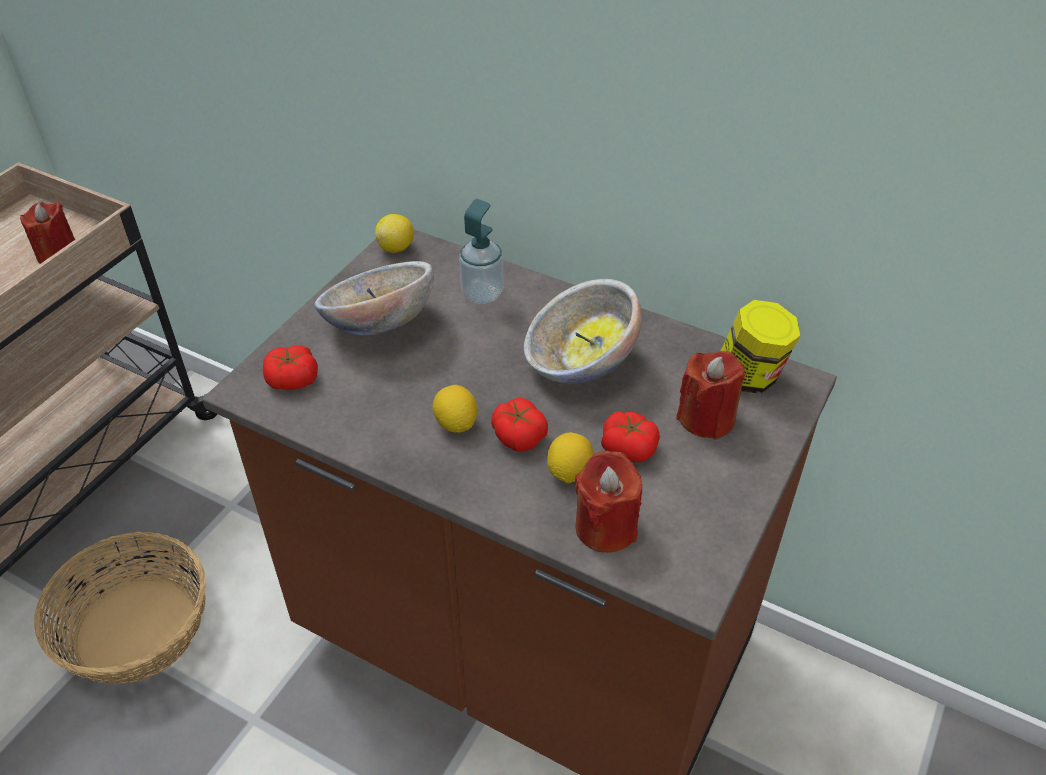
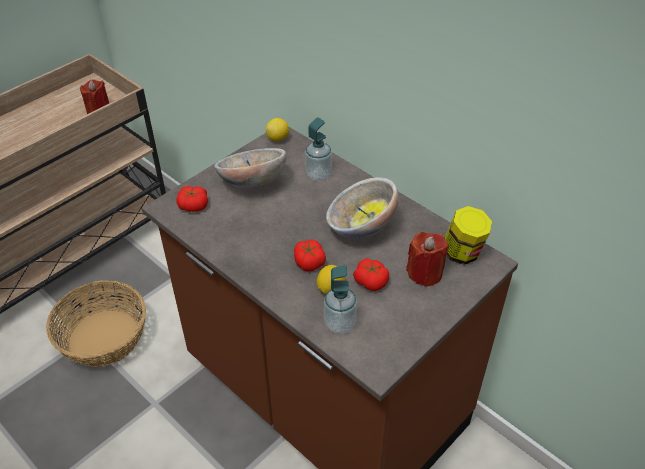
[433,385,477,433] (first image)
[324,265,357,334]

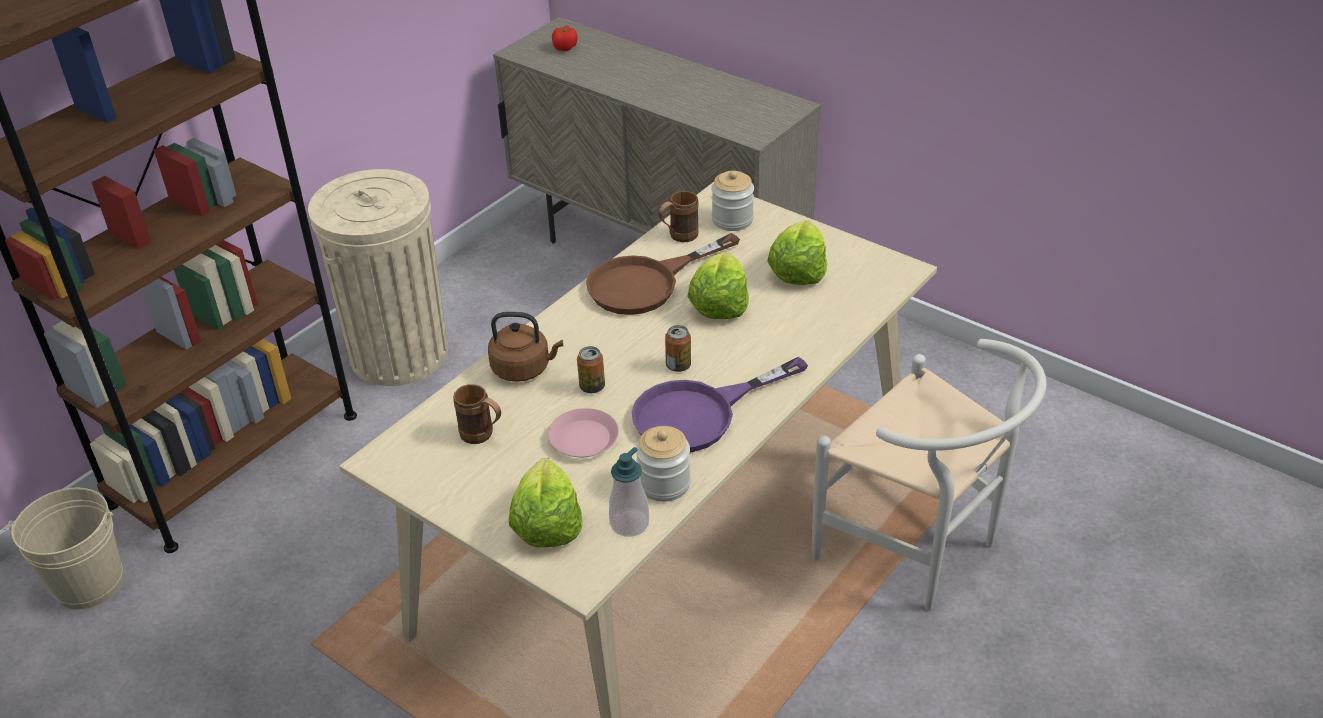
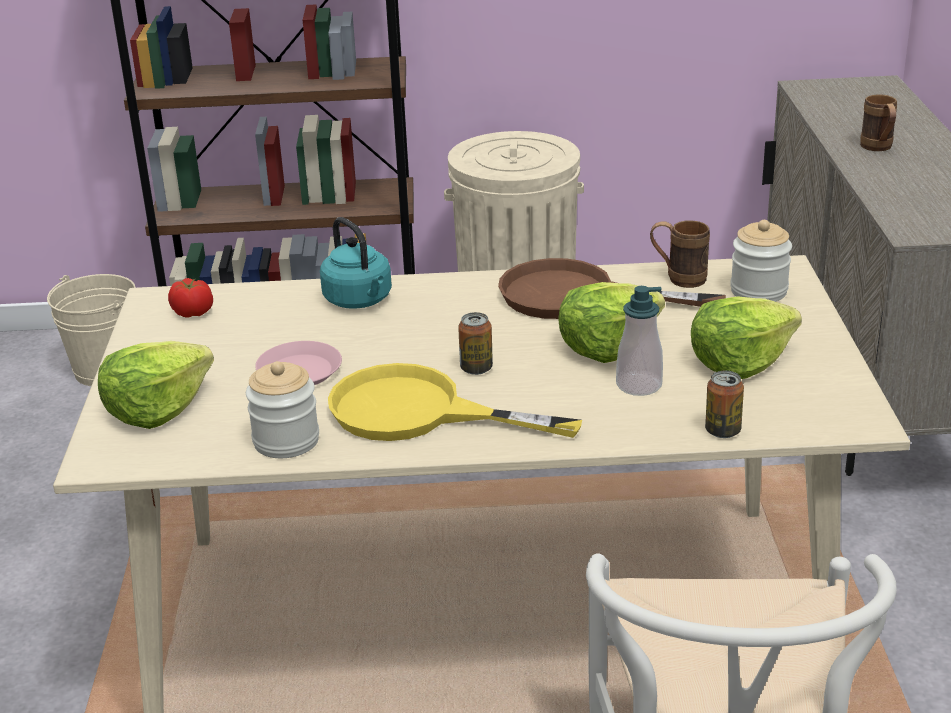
[168,278,213,318]
[320,217,392,309]
[705,371,744,438]
[328,363,582,441]
[860,95,897,151]
[616,286,663,396]

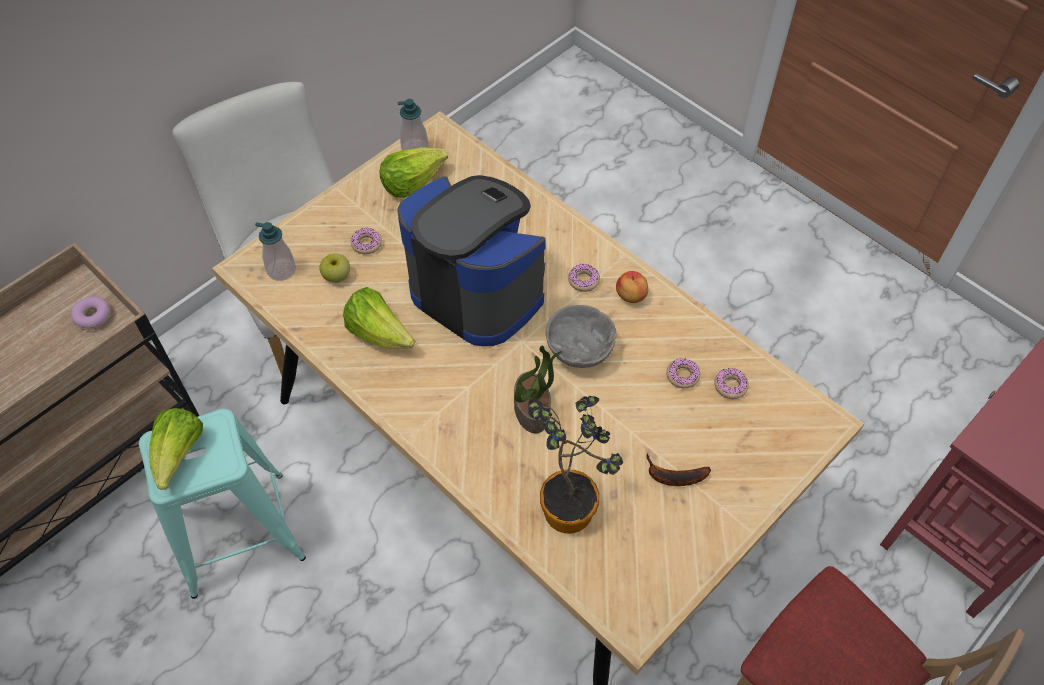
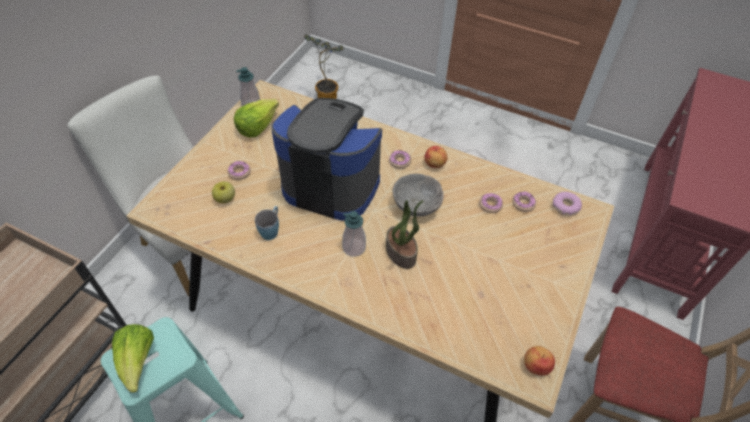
[342,211,366,257]
[255,206,279,240]
[553,192,582,216]
[304,35,344,99]
[646,453,711,486] (first image)
[524,346,555,376]

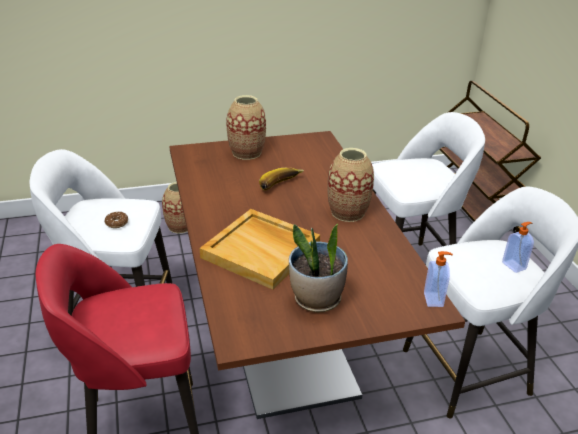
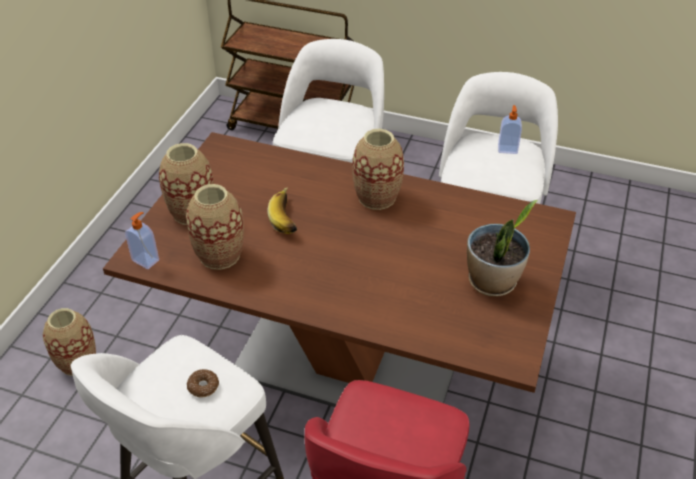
[200,209,320,290] (first image)
[125,212,159,269]
[186,184,244,270]

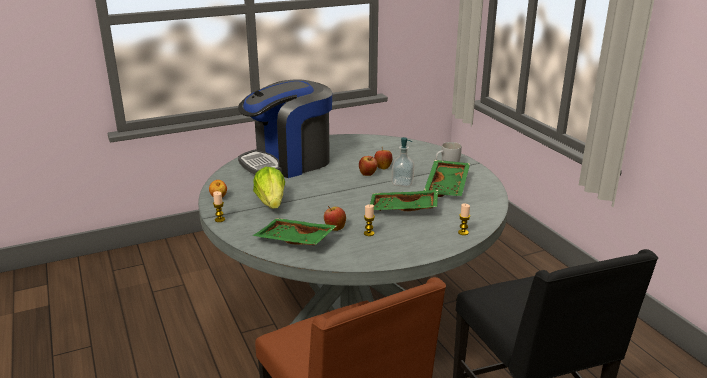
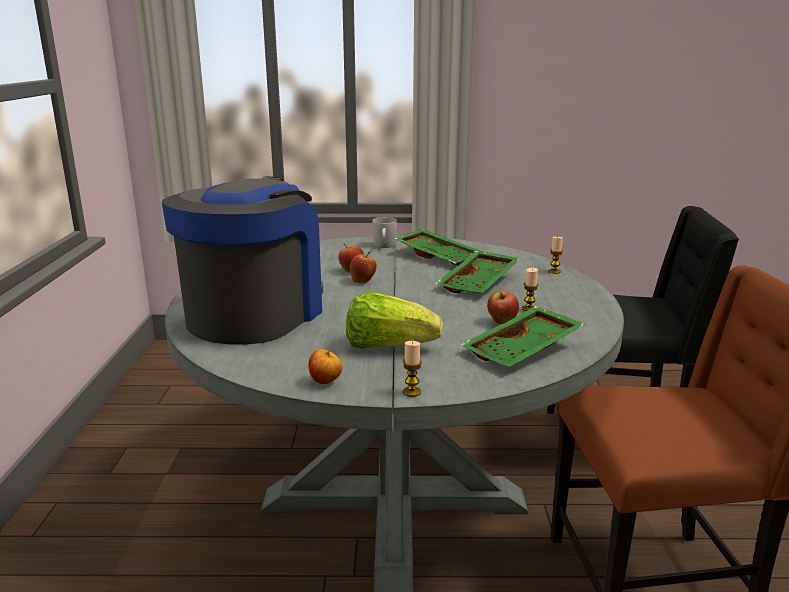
[162,176,323,345]
[392,137,414,187] (first image)

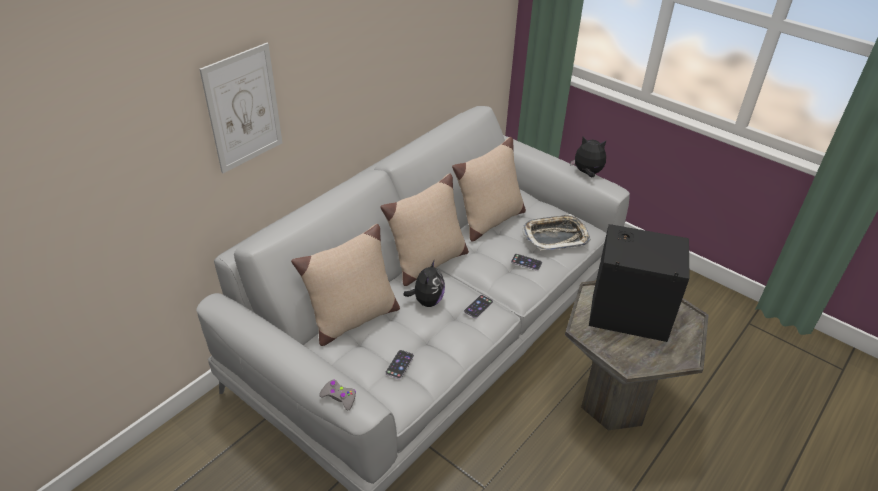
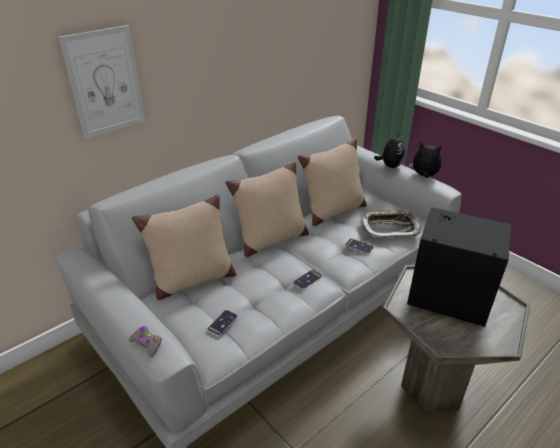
[374,132,406,168]

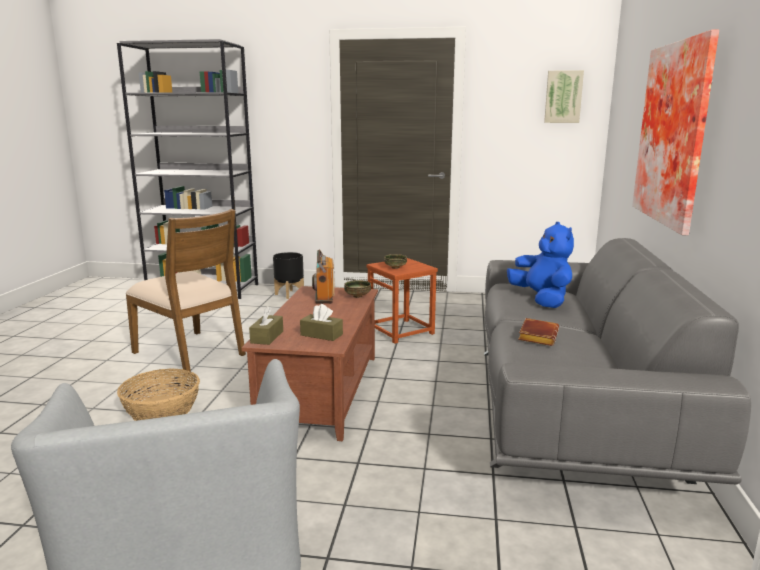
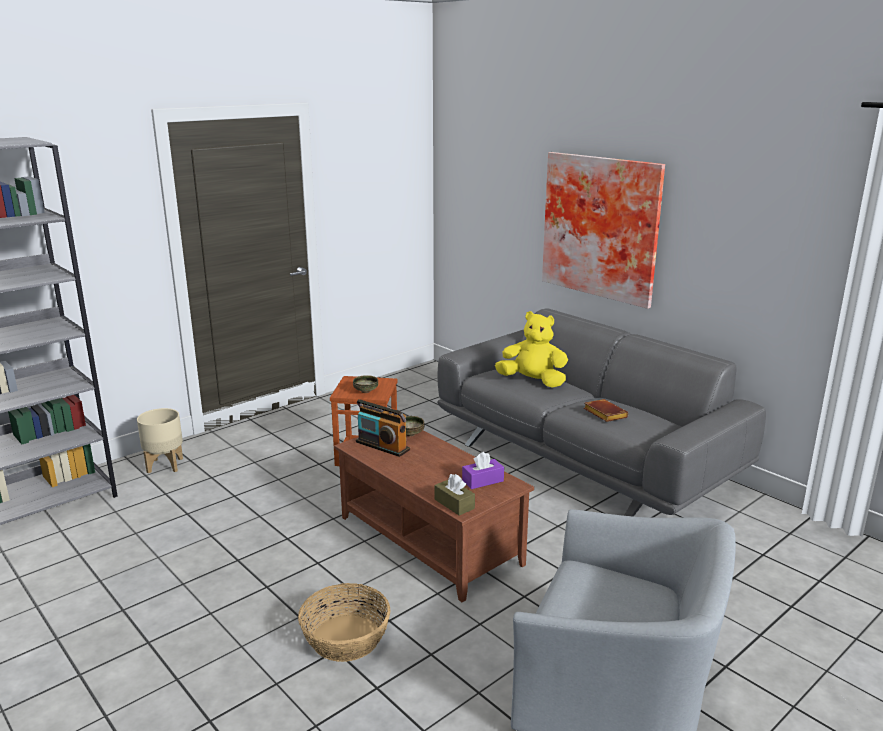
[544,70,584,123] (first image)
[125,209,246,375] (first image)
[495,311,568,388]
[137,408,183,473]
[462,452,504,489]

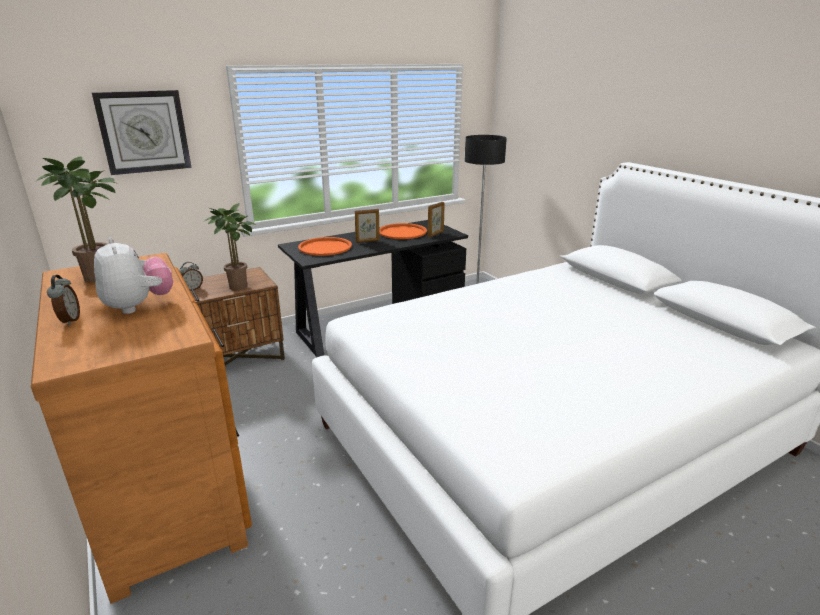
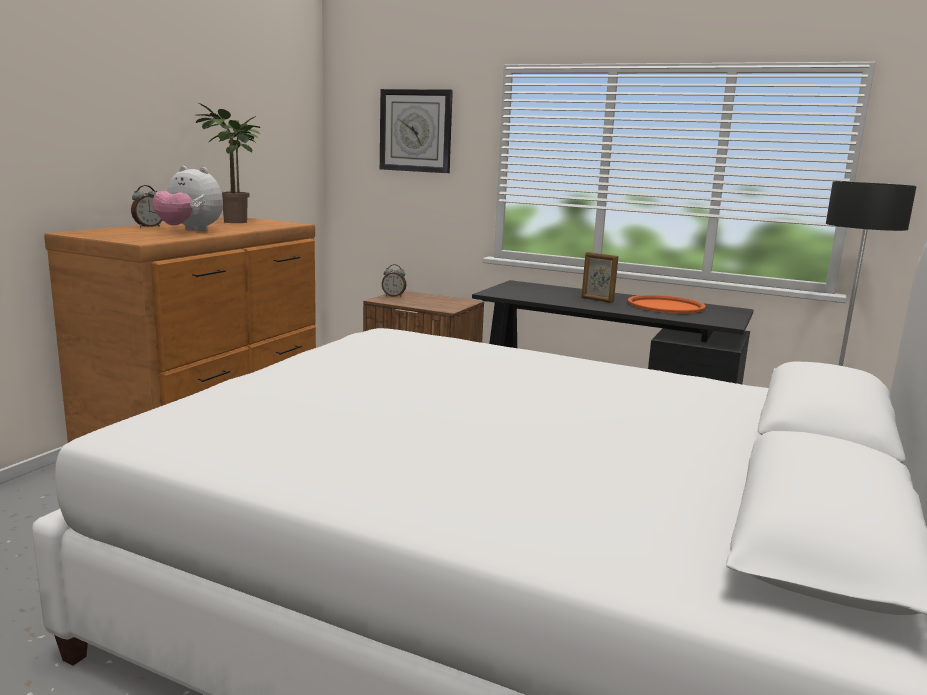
[428,202,445,237] (first image)
[205,203,256,290] (first image)
[152,166,223,232]
[298,237,352,256] (first image)

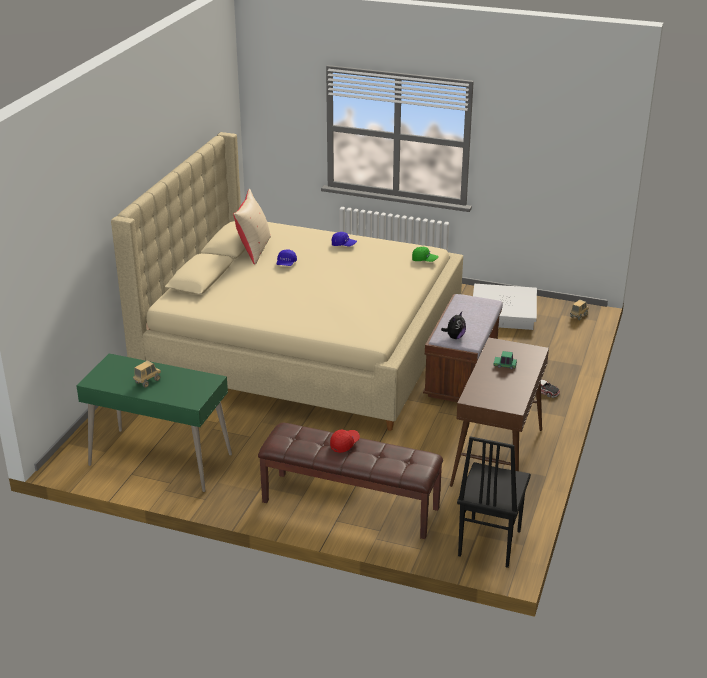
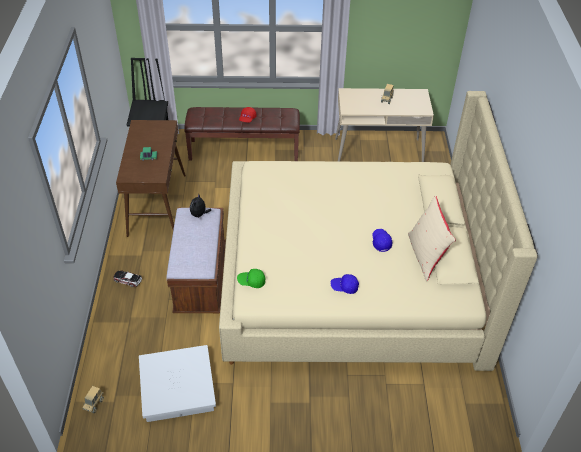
[335,88,434,162]

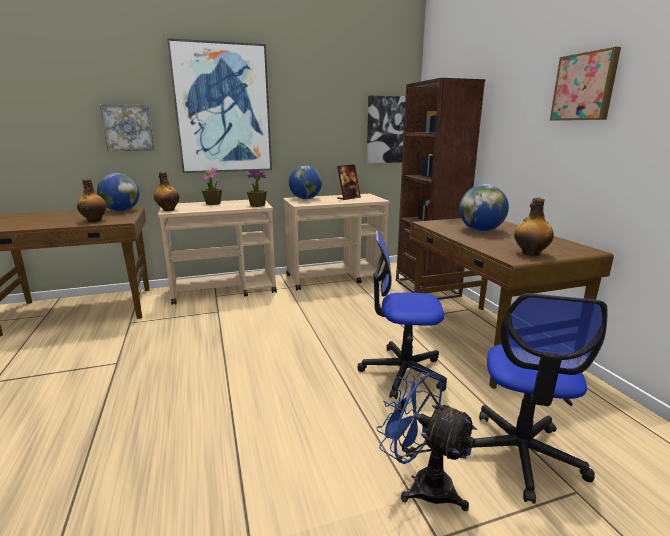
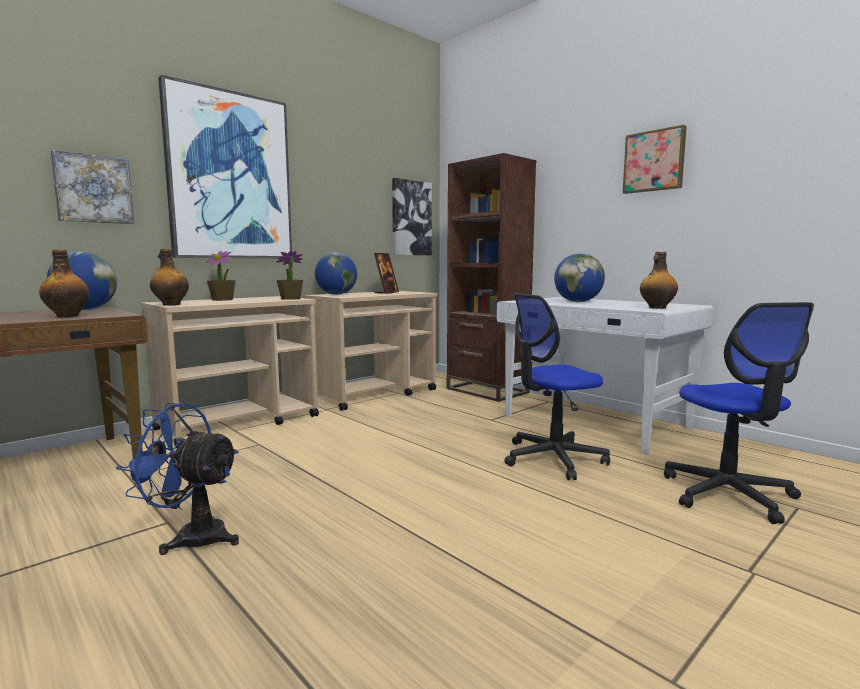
[497,297,713,455]
[116,403,239,555]

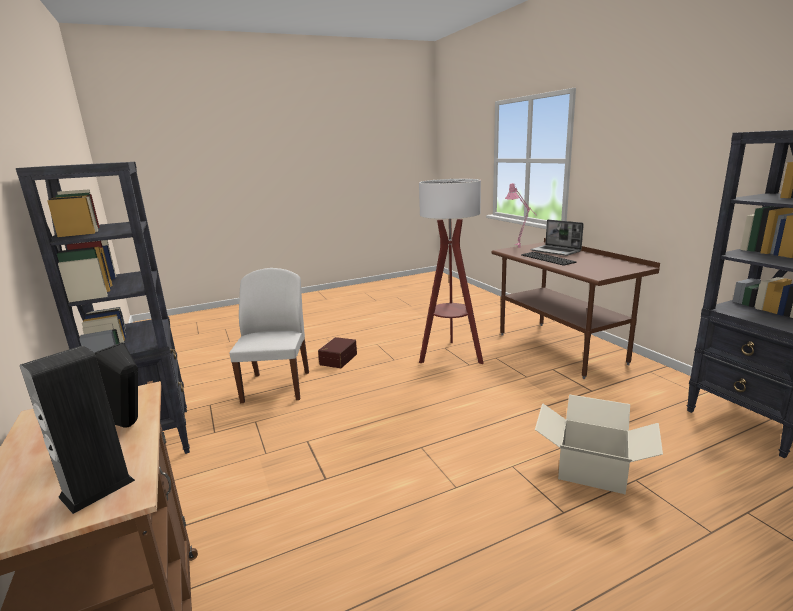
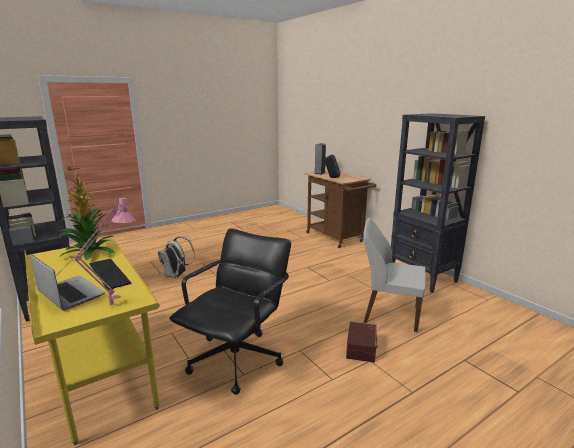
[169,229,291,395]
[25,239,160,445]
[363,218,426,332]
[158,236,195,278]
[59,173,114,260]

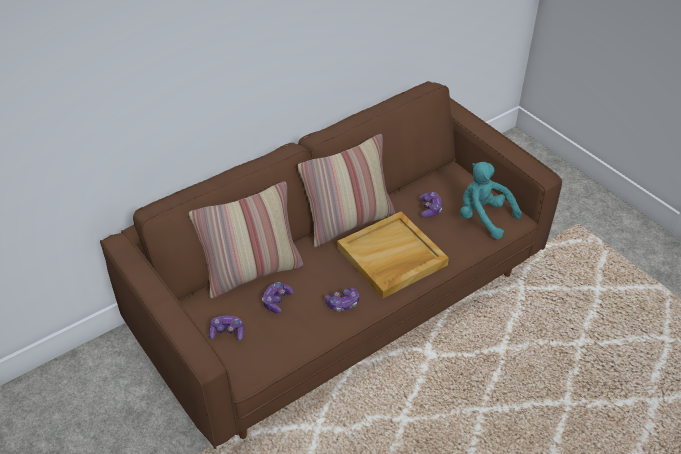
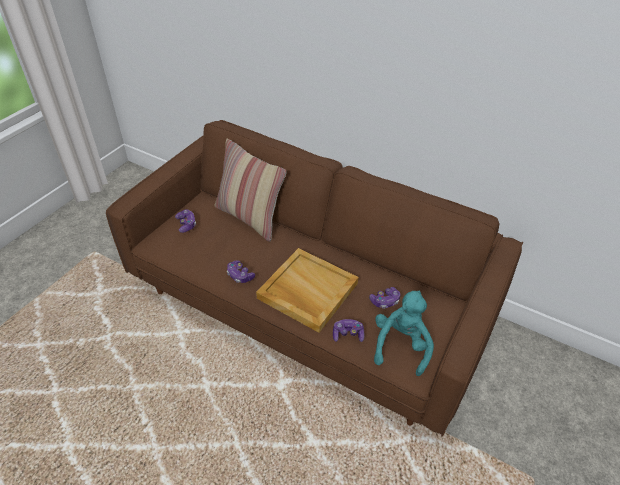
[298,134,395,247] (first image)
[333,319,364,342]

